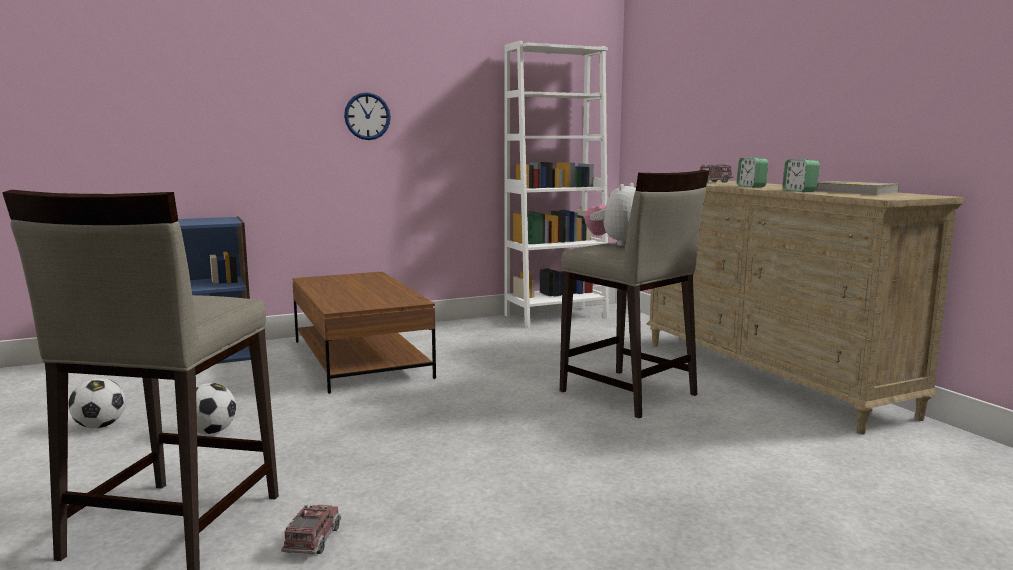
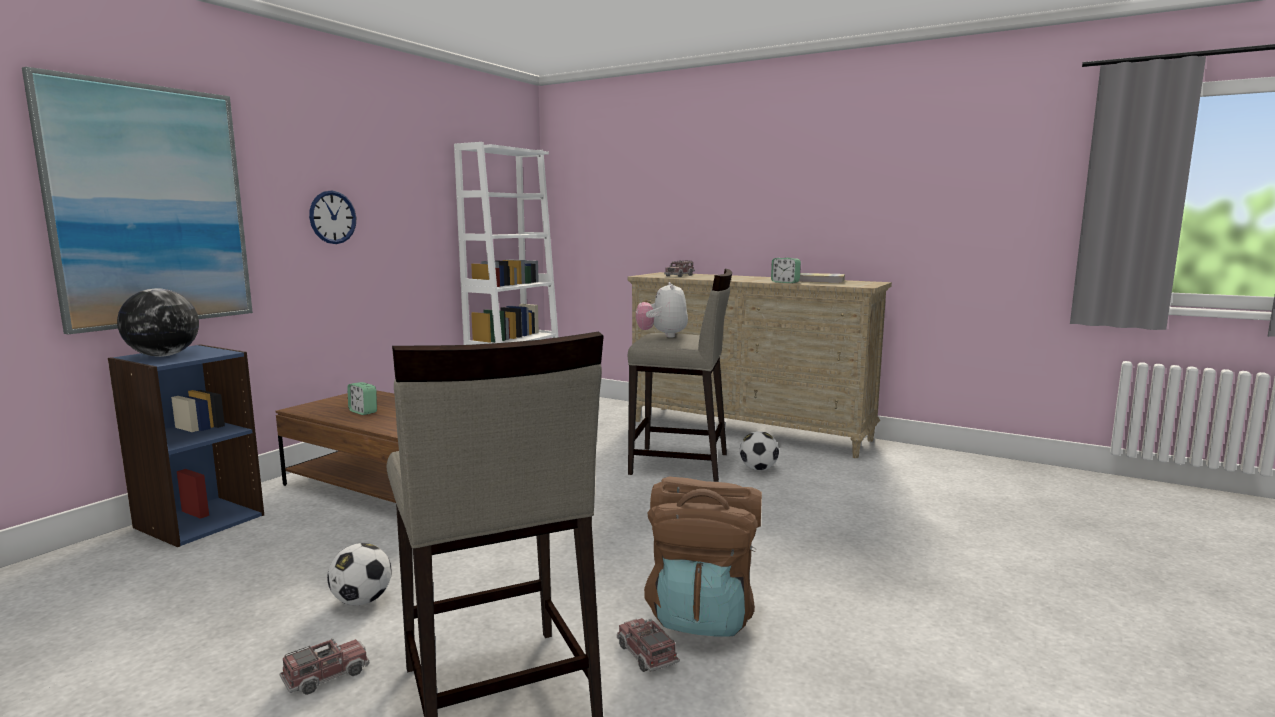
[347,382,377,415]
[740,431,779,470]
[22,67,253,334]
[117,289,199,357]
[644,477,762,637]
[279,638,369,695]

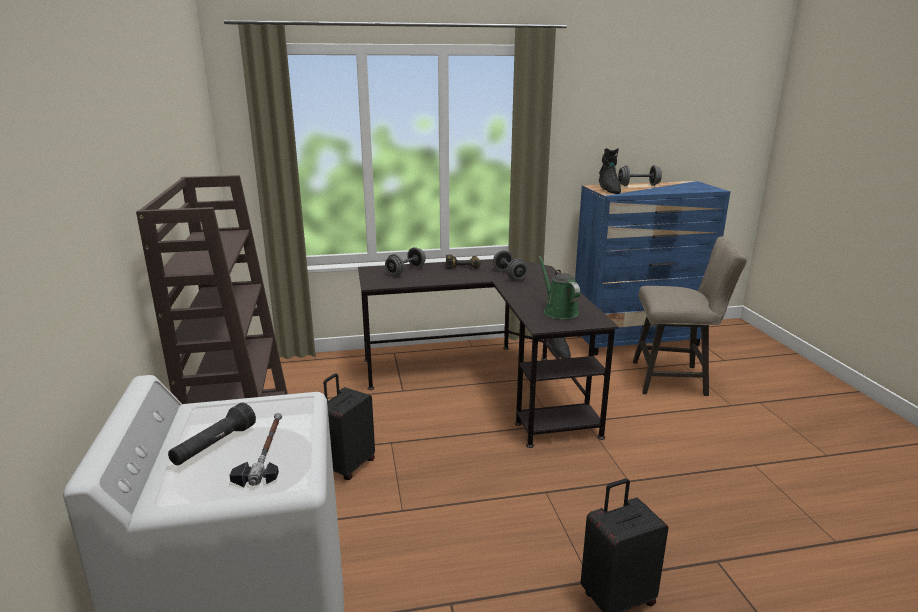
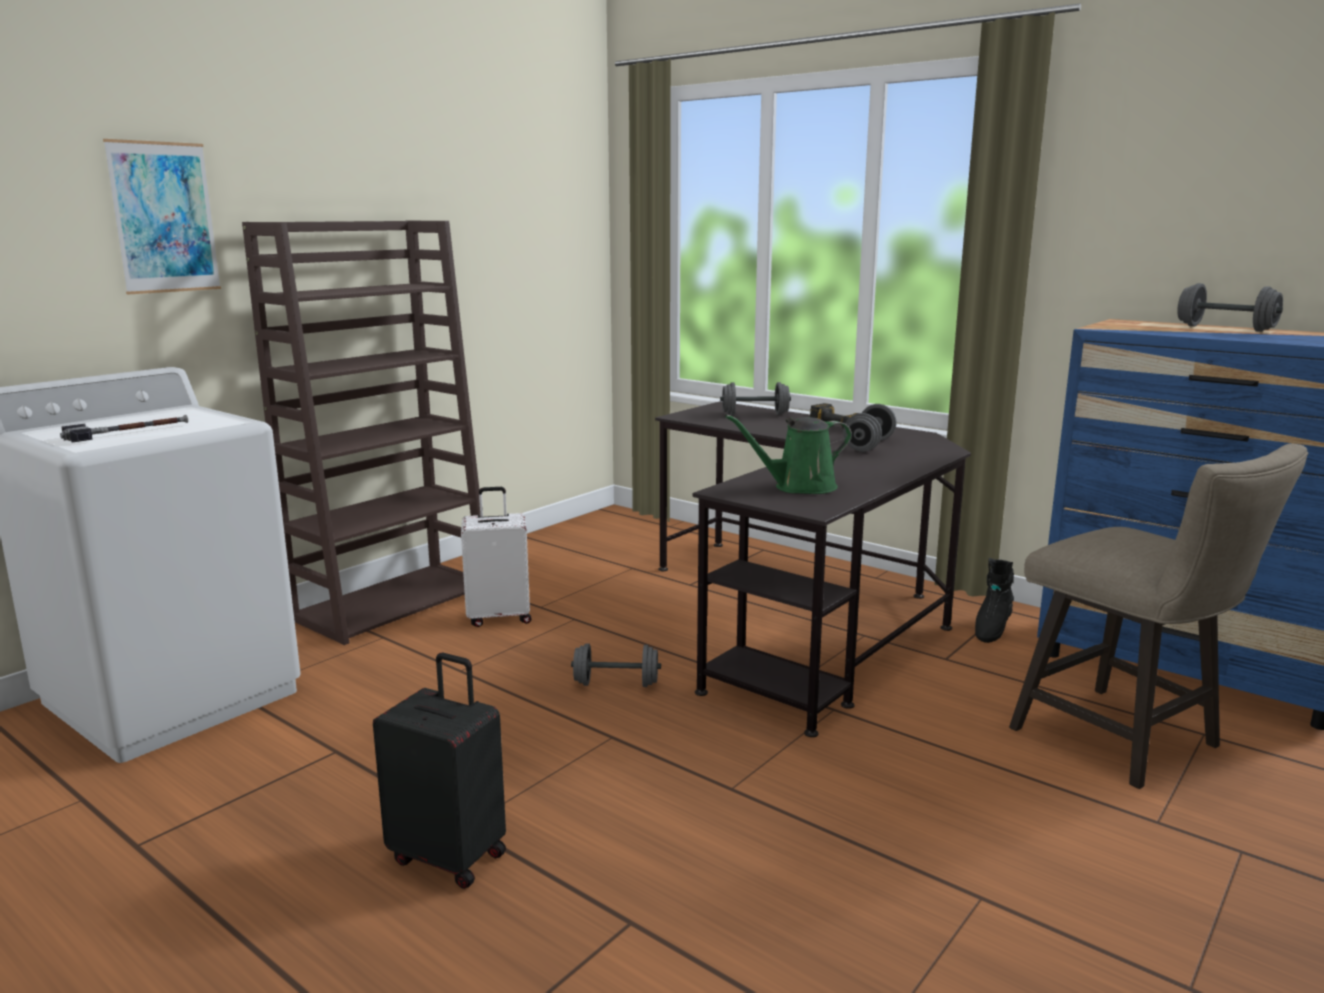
[599,148,621,194] (first image)
[726,415,852,494]
[461,487,531,627]
[168,403,256,465] (first image)
[103,139,221,295]
[571,643,661,687]

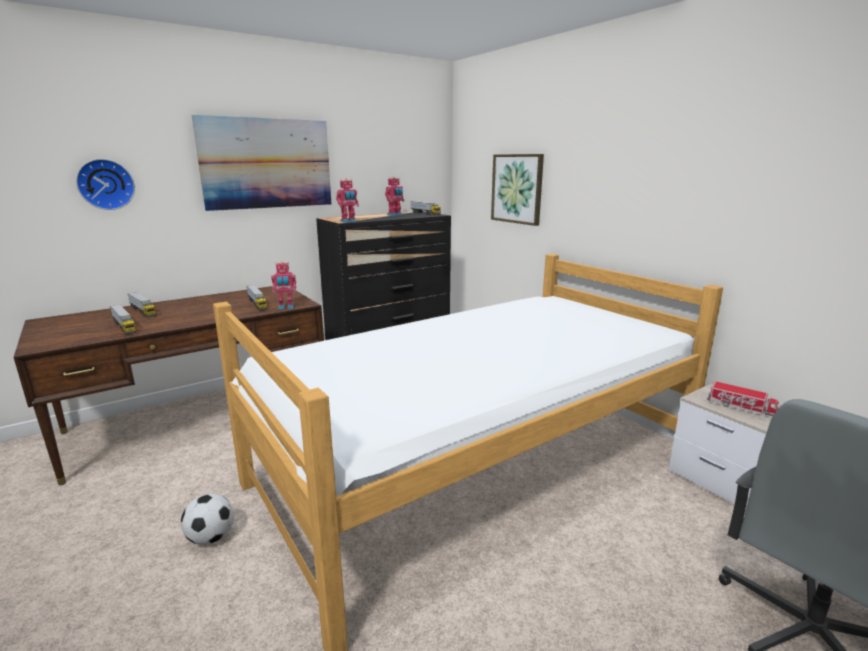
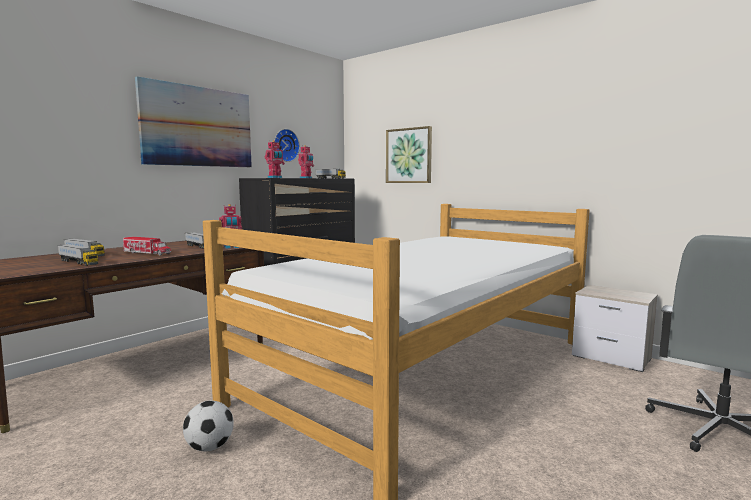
[274,129,300,162]
[123,237,171,256]

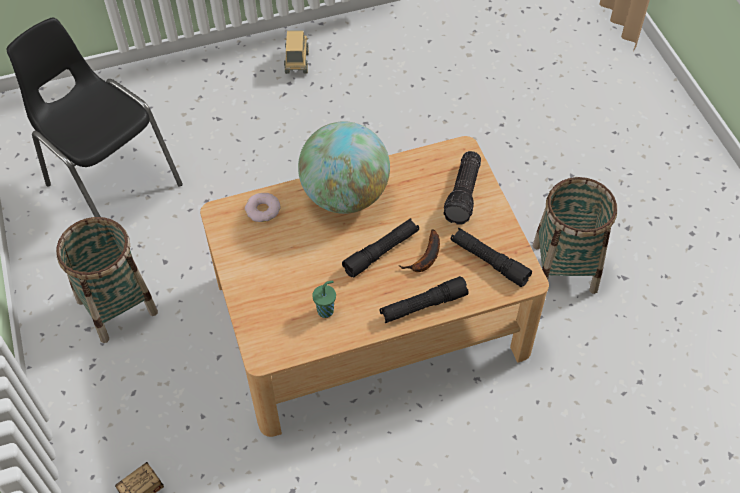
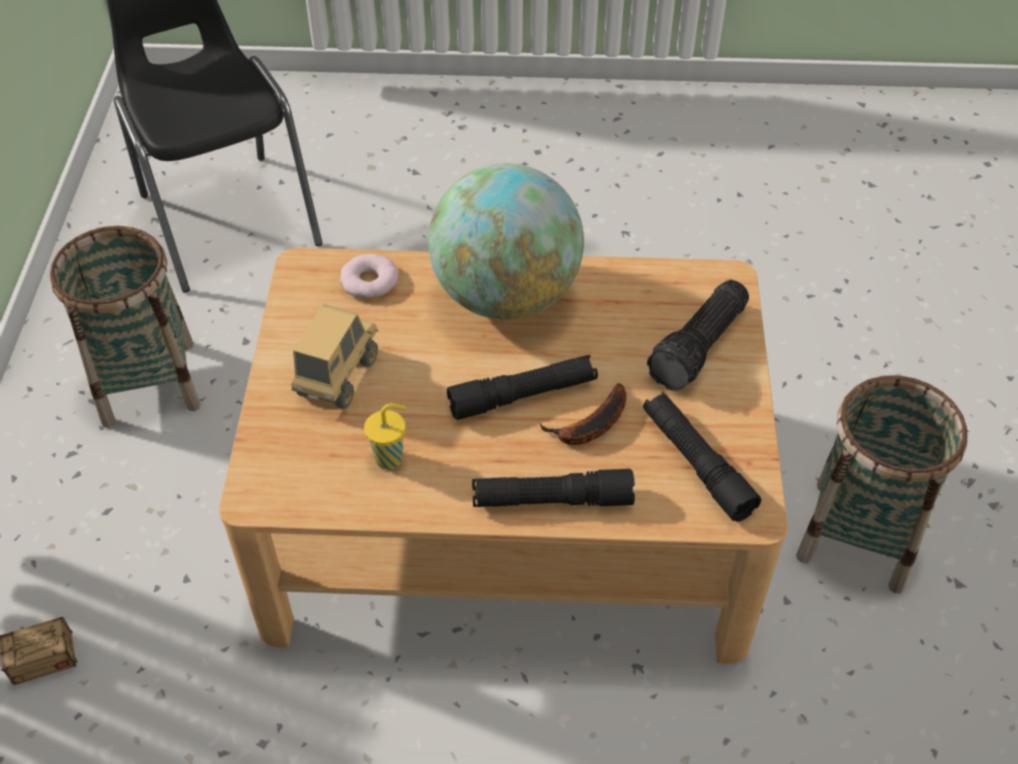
[291,304,378,409]
[364,403,406,470]

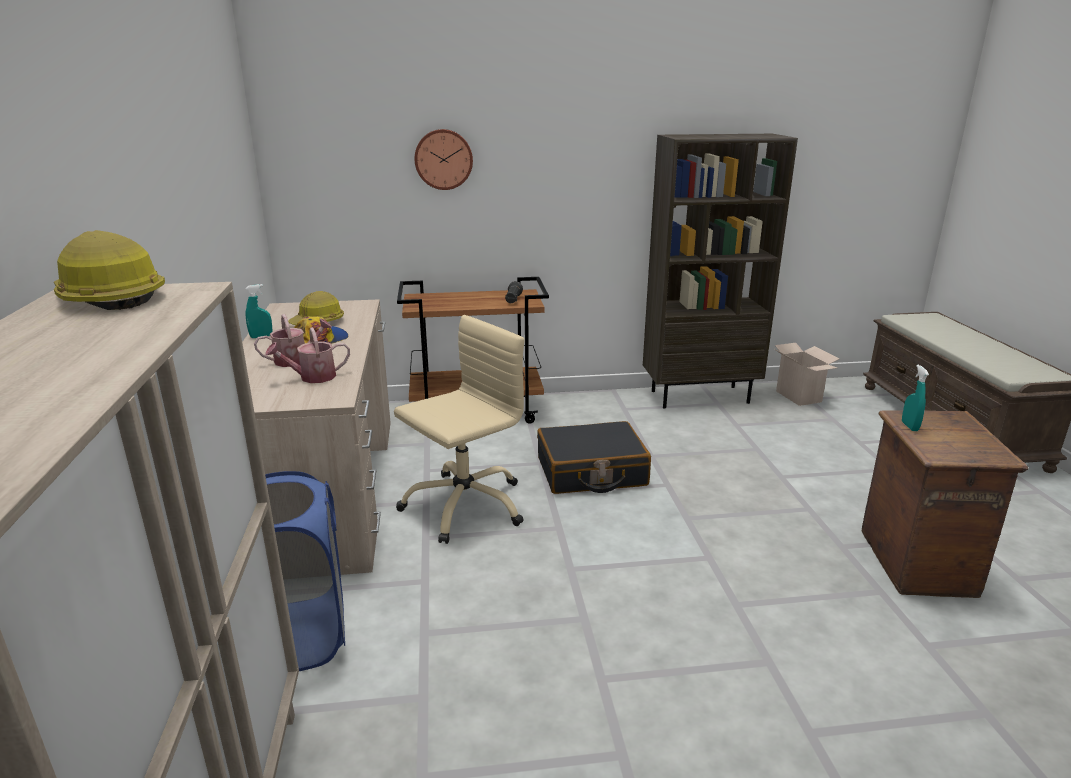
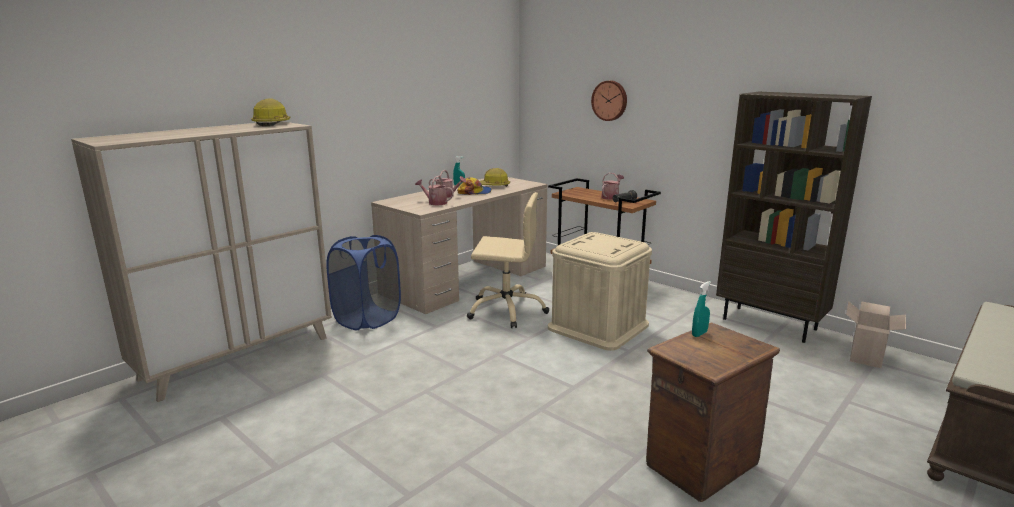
[548,232,652,351]
[601,173,624,200]

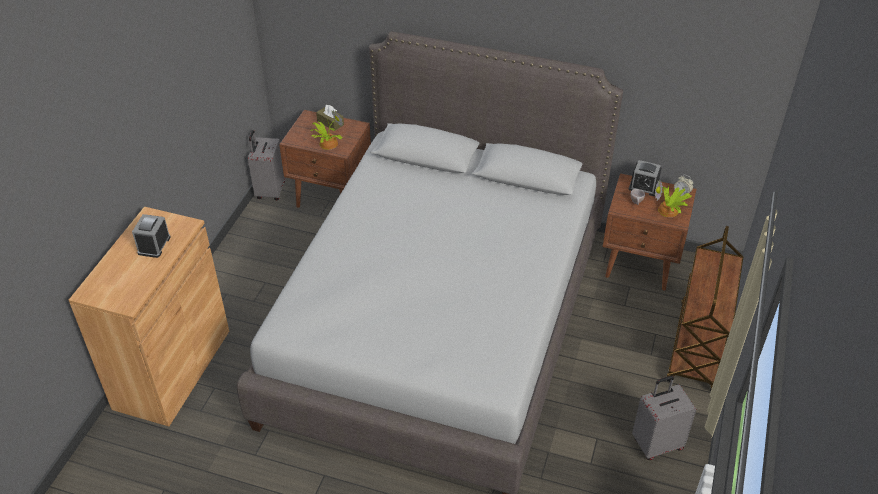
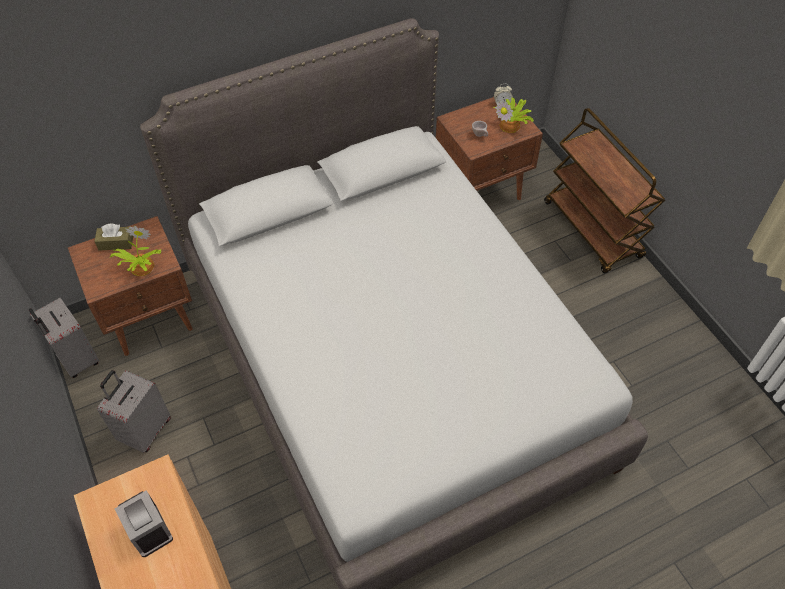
[629,160,661,196] (first image)
[97,370,171,453]

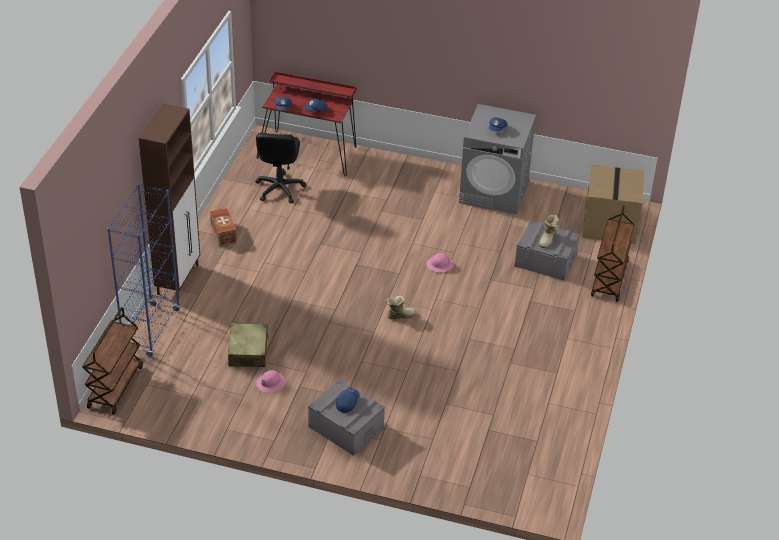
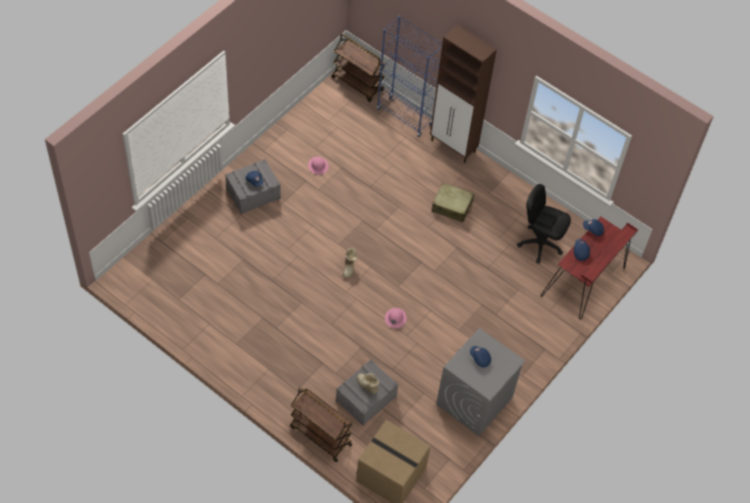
[210,208,237,247] (first image)
[432,183,474,222]

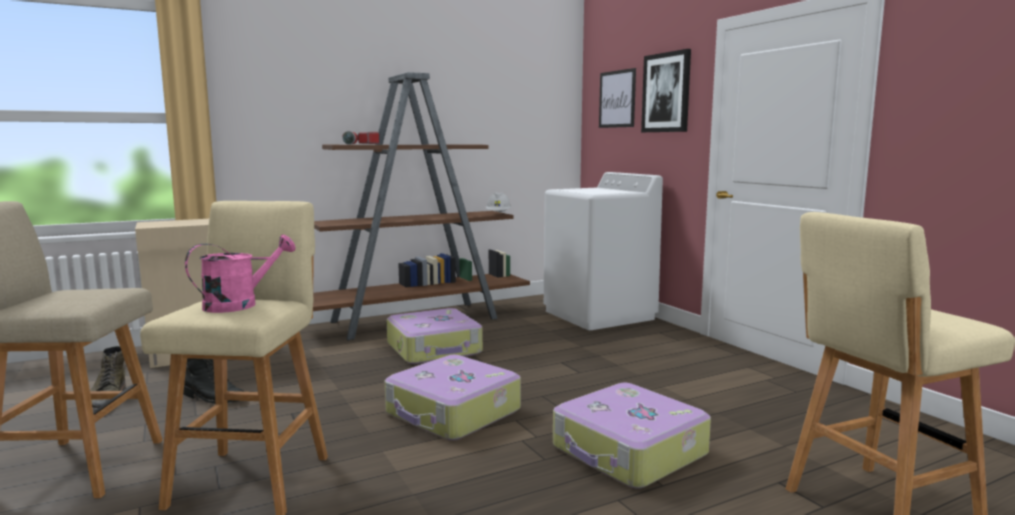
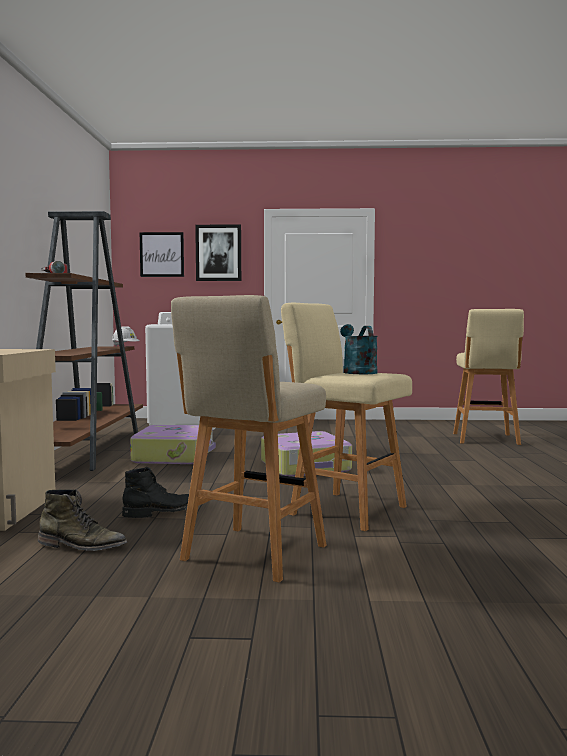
[340,324,378,374]
[553,383,711,489] (first image)

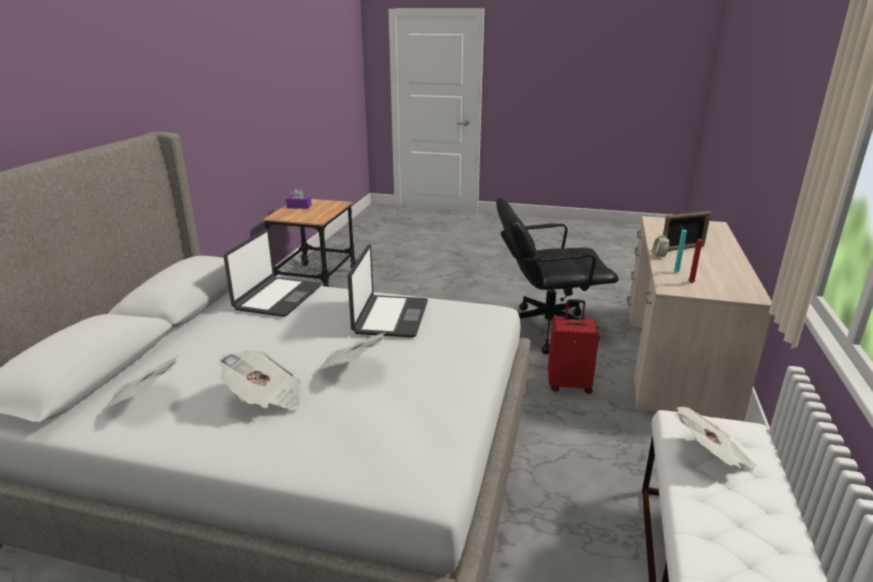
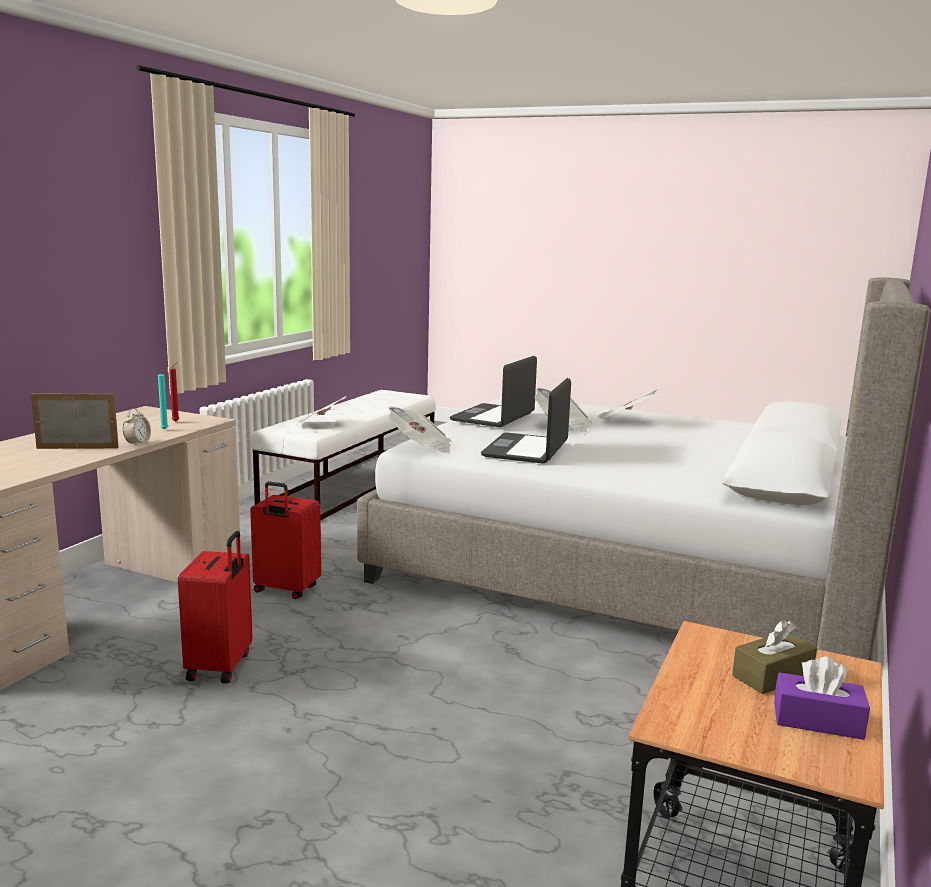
[178,531,252,684]
[450,356,537,428]
[388,406,451,454]
[732,619,817,694]

